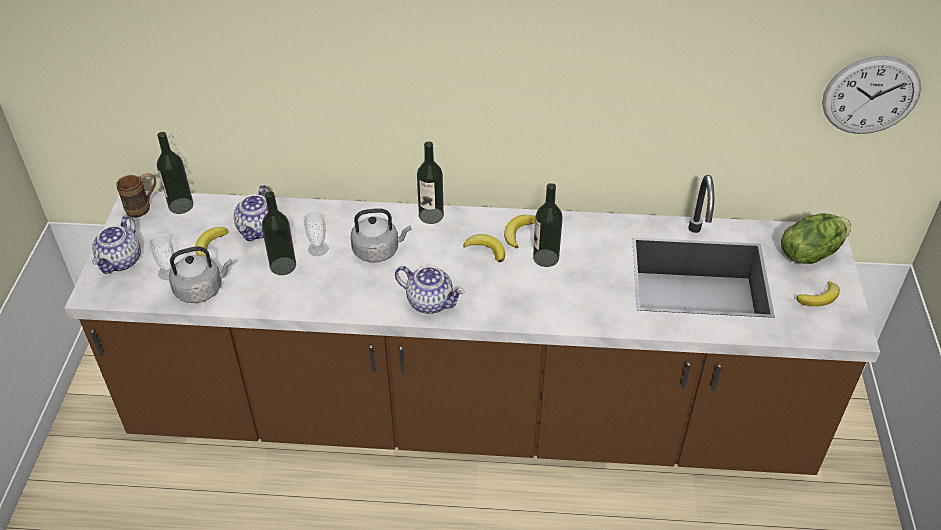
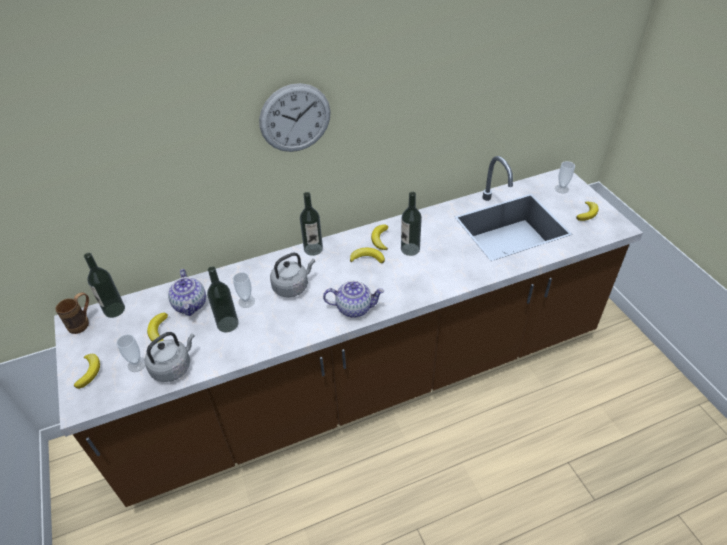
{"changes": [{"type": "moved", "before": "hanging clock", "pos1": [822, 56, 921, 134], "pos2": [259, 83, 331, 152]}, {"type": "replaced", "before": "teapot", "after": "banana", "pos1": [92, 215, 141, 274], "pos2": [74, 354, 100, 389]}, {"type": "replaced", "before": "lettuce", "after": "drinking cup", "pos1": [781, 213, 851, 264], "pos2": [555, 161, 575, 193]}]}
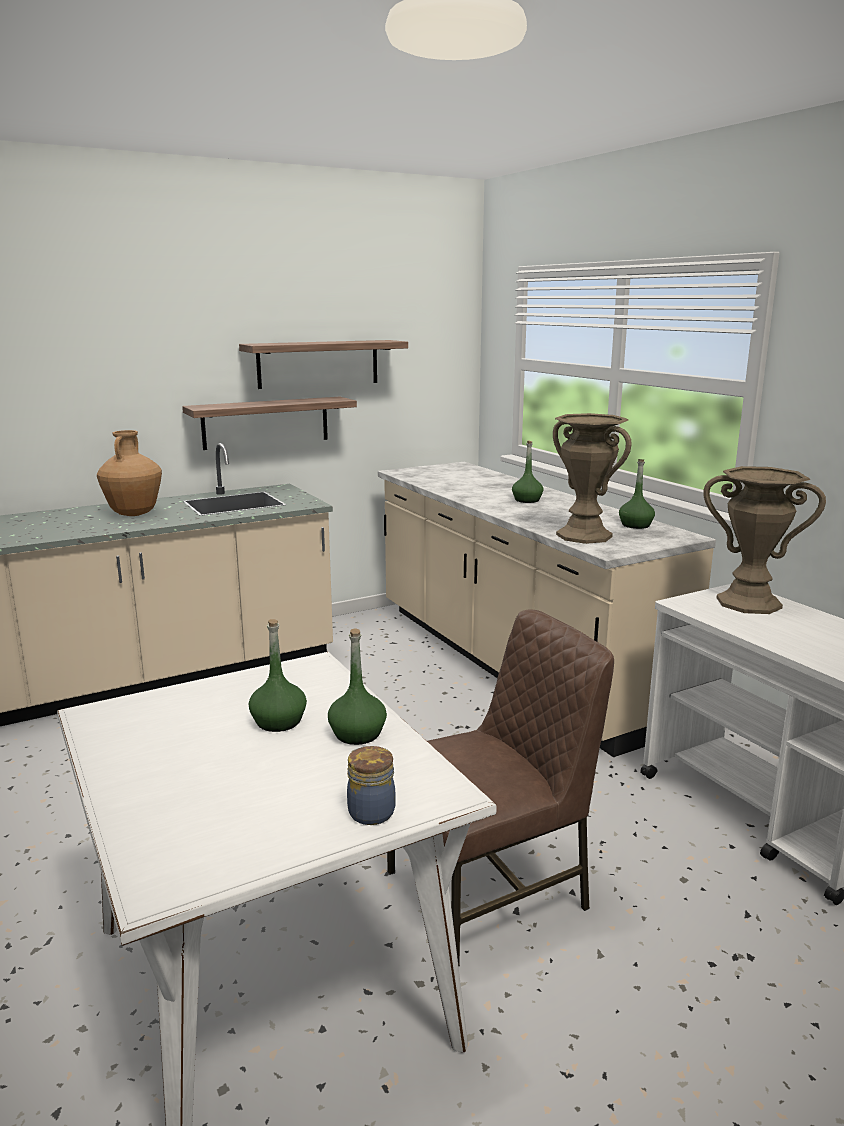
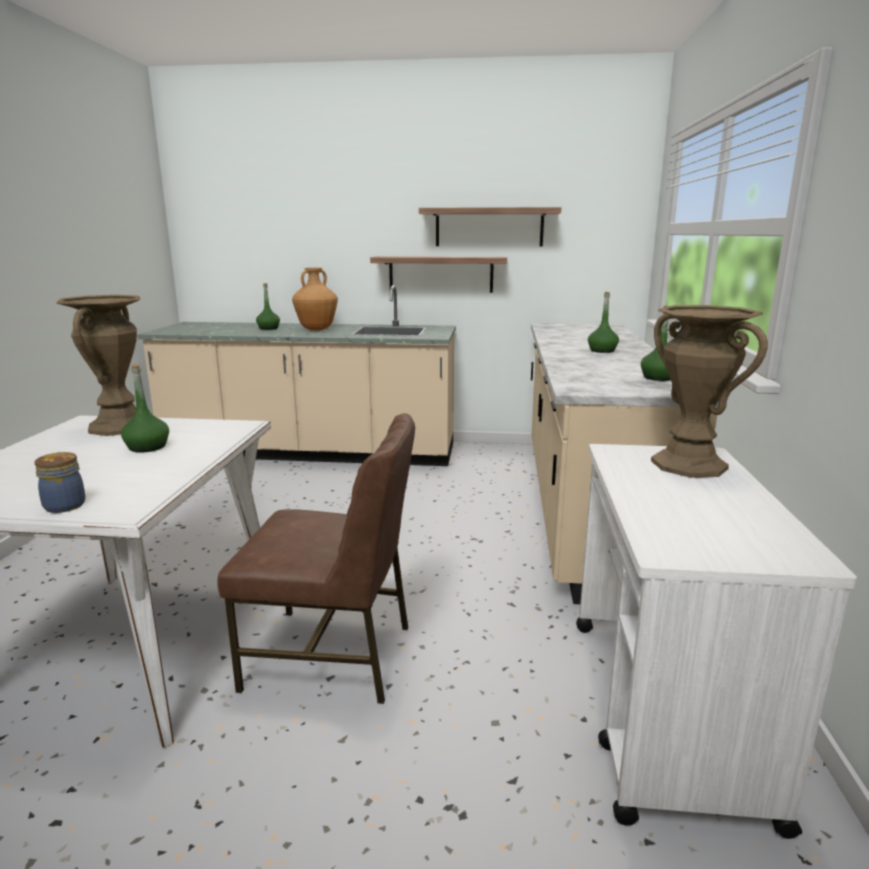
{"changes": [{"type": "moved", "before": "beverage bottle/green-coloured", "pos1": [328, 628, 387, 745], "pos2": [256, 283, 280, 330]}, {"type": "moved", "before": "flower vase/brown-coloured", "pos1": [553, 413, 632, 544], "pos2": [56, 295, 140, 436]}]}
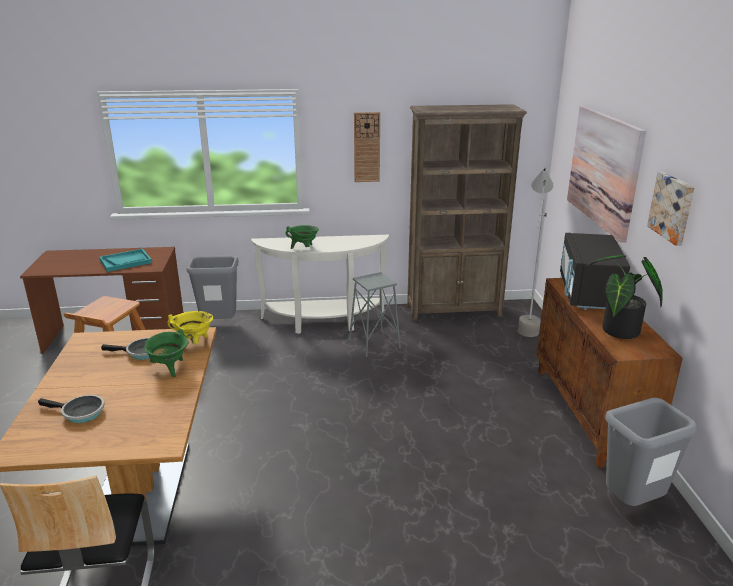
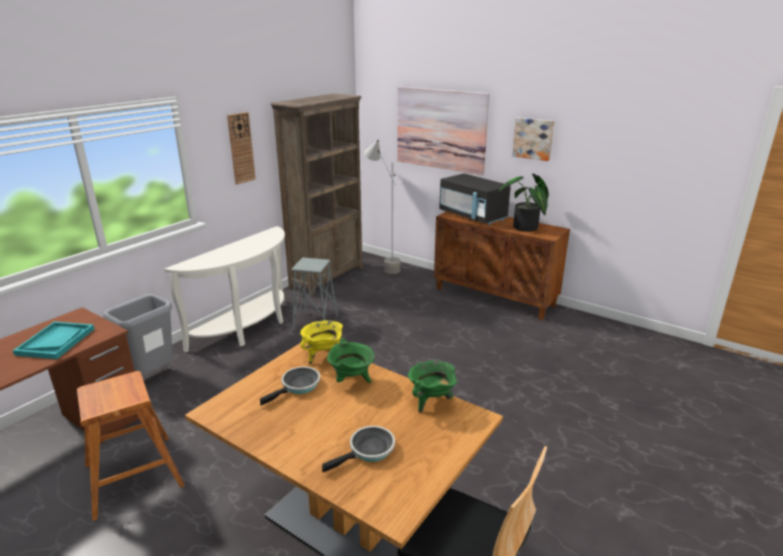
{"changes": [{"type": "removed", "before": "rubbish bin/greyish", "pos1": [605, 398, 698, 506]}, {"type": "moved", "before": "cooking pot/green-coloured", "pos1": [286, 225, 319, 249], "pos2": [408, 360, 458, 413]}]}
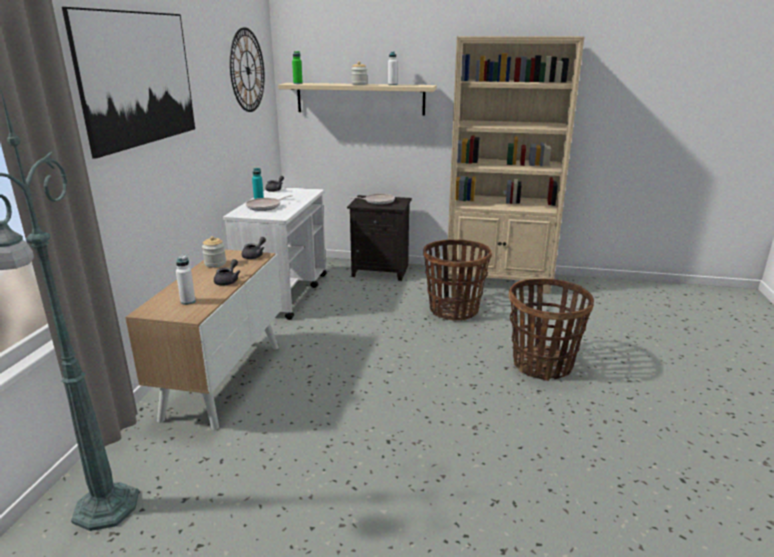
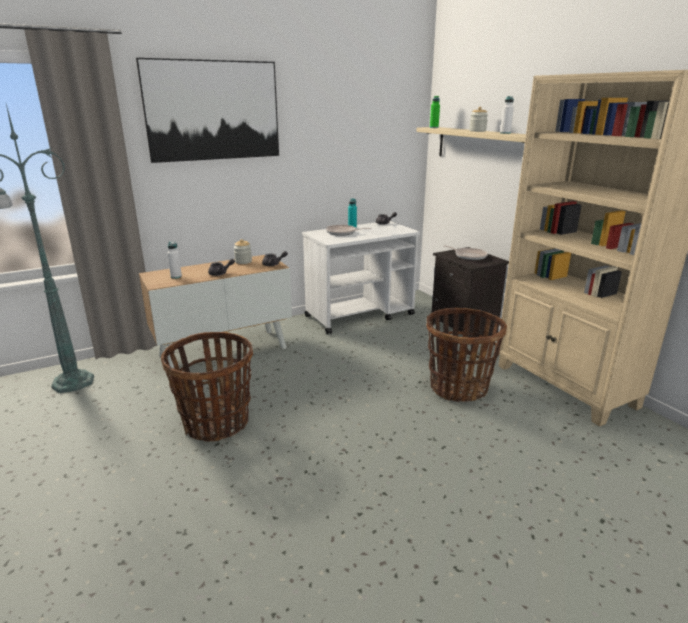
{"changes": [{"type": "removed", "before": "hanging clock", "pos1": [230, 27, 265, 112]}, {"type": "moved", "before": "storage basket", "pos1": [508, 278, 594, 381], "pos2": [161, 332, 253, 442]}]}
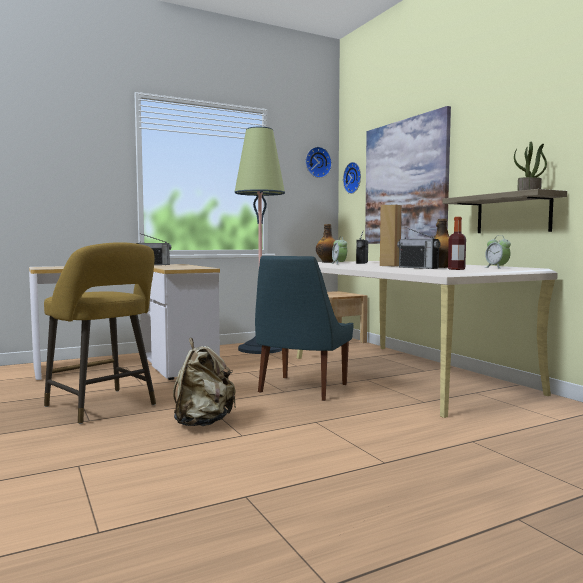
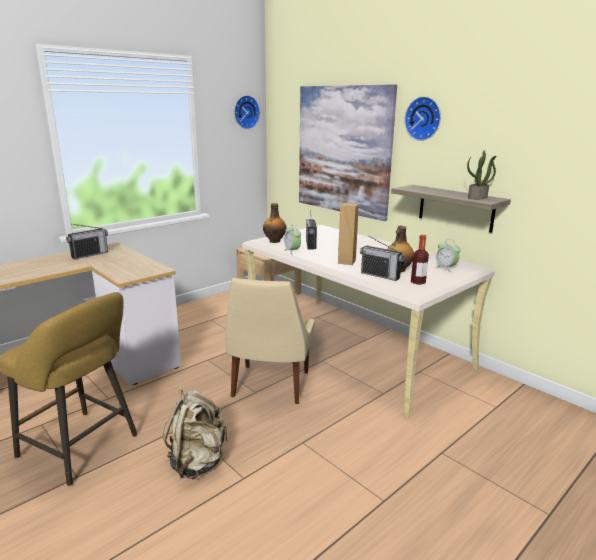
{"changes": [{"type": "removed", "before": "standard lamp", "pos1": [234, 127, 285, 354]}, {"type": "moved", "before": "hanging clock", "pos1": [343, 162, 361, 194], "pos2": [404, 96, 441, 141]}, {"type": "recoloured", "before": "chair/blue-coloured", "after": "chair/beige", "pos1": [255, 256, 354, 401], "pos2": [225, 278, 315, 404]}]}
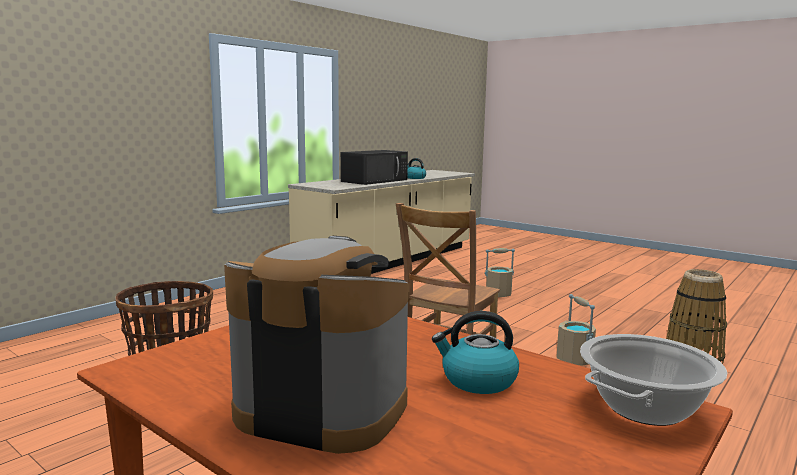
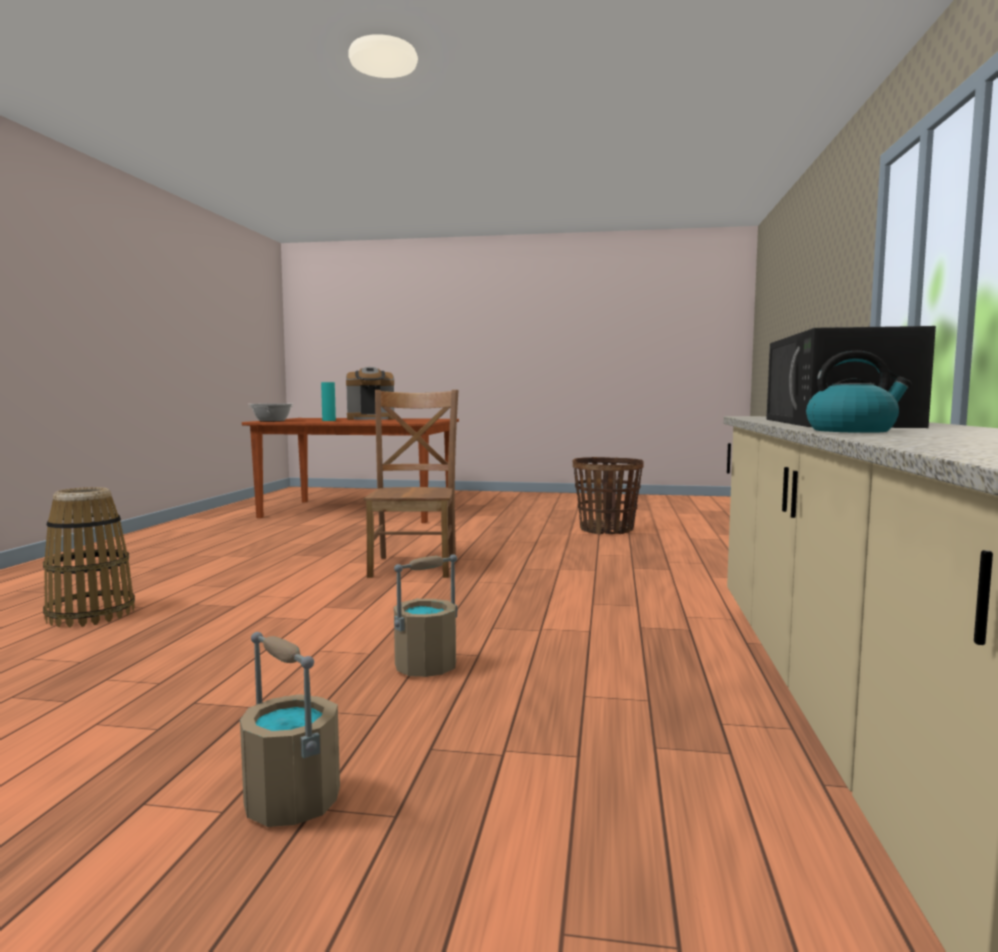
{"changes": [{"type": "moved", "before": "bucket/beige", "pos1": [556, 294, 596, 366], "pos2": [240, 632, 340, 827]}, {"type": "replaced", "before": "kettle", "after": "flower vase/blue-green", "pos1": [432, 311, 519, 394], "pos2": [321, 382, 336, 421]}]}
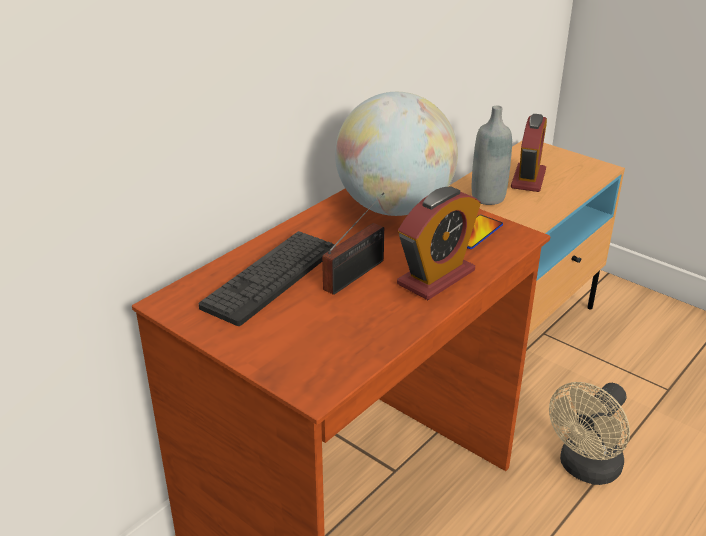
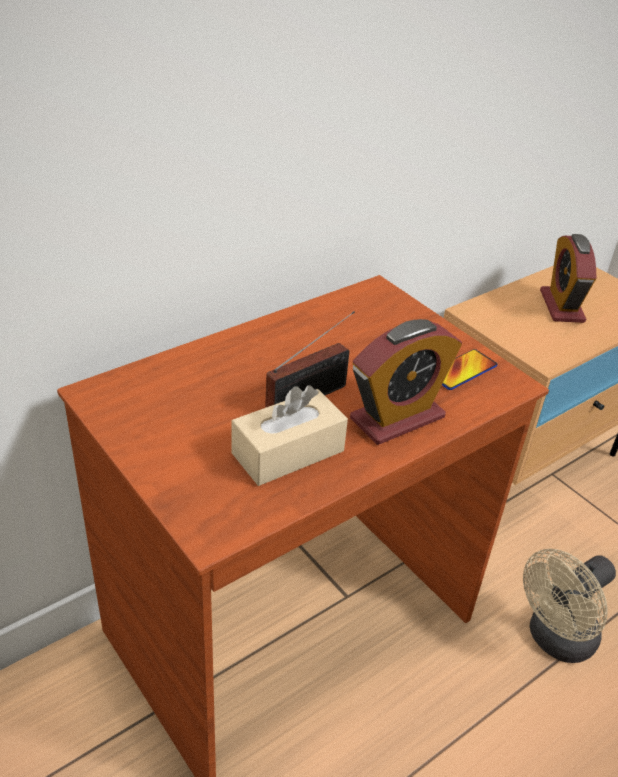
{"changes": [{"type": "removed", "before": "computer keyboard", "pos1": [199, 231, 336, 326]}, {"type": "removed", "before": "world globe", "pos1": [335, 92, 458, 216]}, {"type": "removed", "before": "beverage bottle/greyish", "pos1": [472, 106, 512, 205]}, {"type": "added", "after": "tissue holder/beige", "pos2": [232, 385, 348, 486]}, {"type": "turned", "before": "bedside clock", "pos1": [511, 114, 547, 192], "pos2": [540, 234, 596, 323], "turn": 150}]}
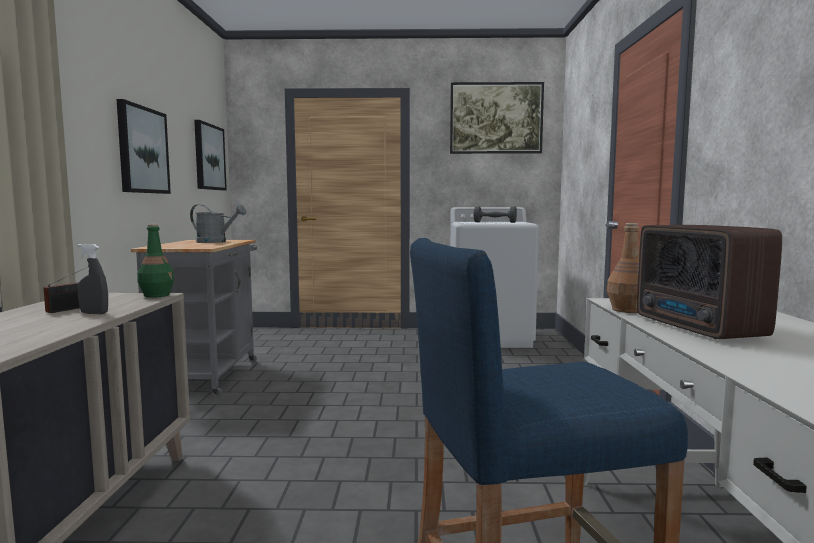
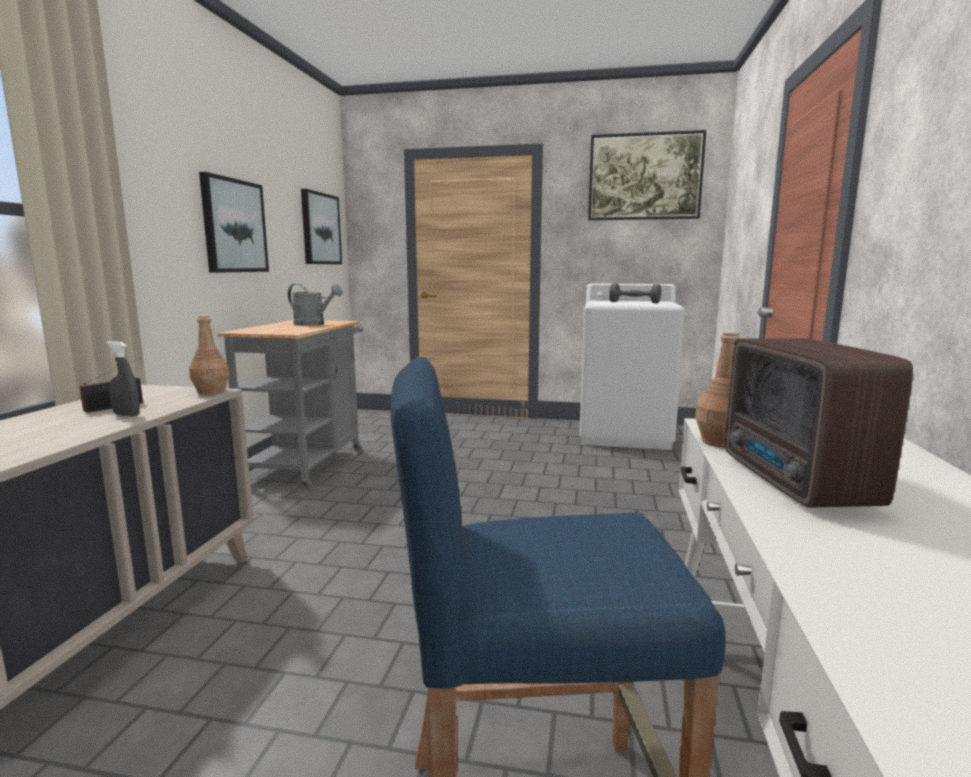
{"changes": [{"type": "recoloured", "before": "beverage bottle/green-coloured", "after": "beverage bottle/brown-coloured", "pos1": [137, 224, 174, 298], "pos2": [189, 315, 230, 395]}]}
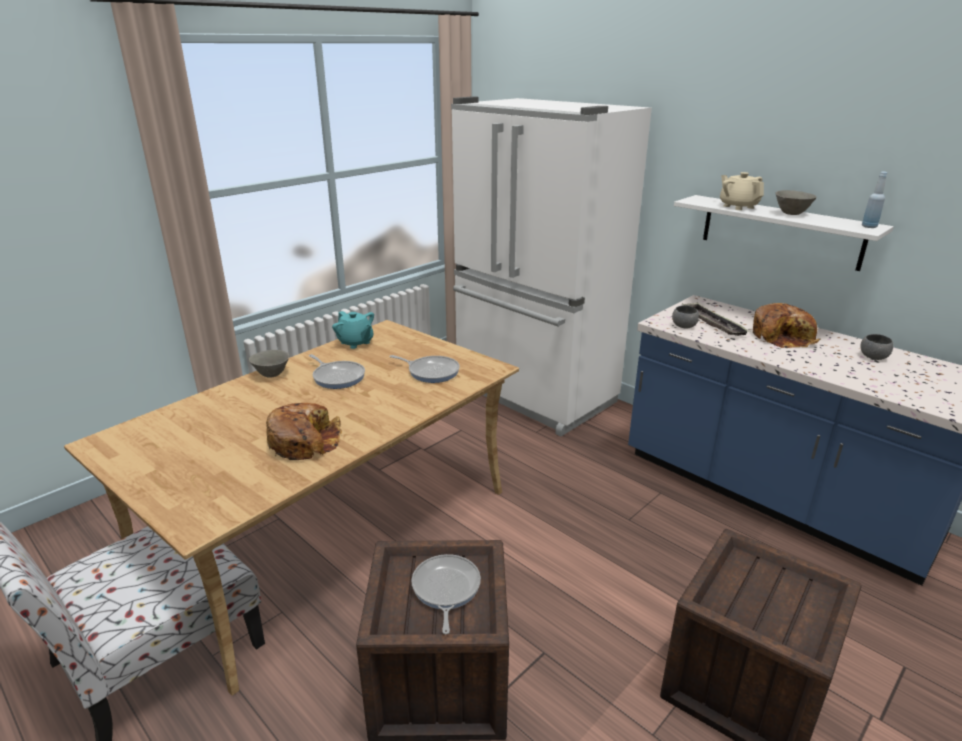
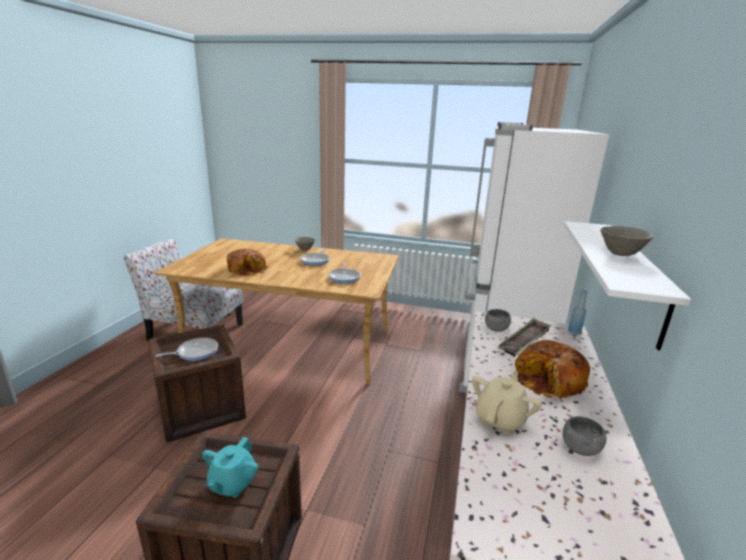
{"changes": [{"type": "moved", "before": "teapot/blue-green", "pos1": [332, 311, 374, 349], "pos2": [202, 437, 258, 498]}, {"type": "moved", "before": "teapot/beige", "pos1": [720, 172, 764, 210], "pos2": [472, 371, 542, 434]}, {"type": "moved", "before": "beverage bottle/blue-coloured", "pos1": [862, 172, 888, 228], "pos2": [568, 290, 587, 335]}]}
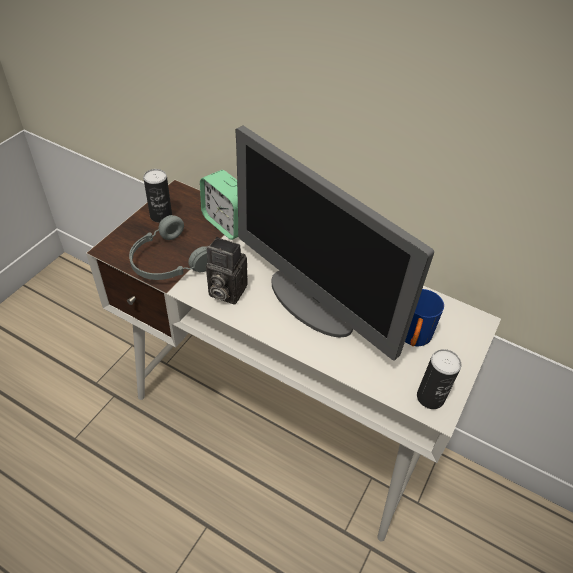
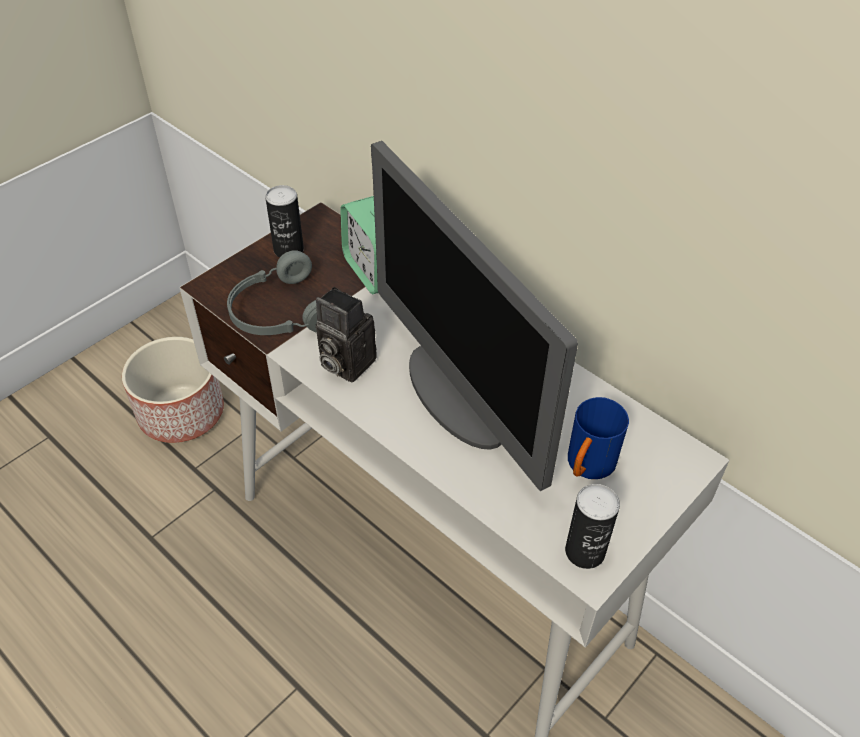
{"changes": [{"type": "added", "after": "flower pot", "pos2": [122, 337, 224, 443]}]}
